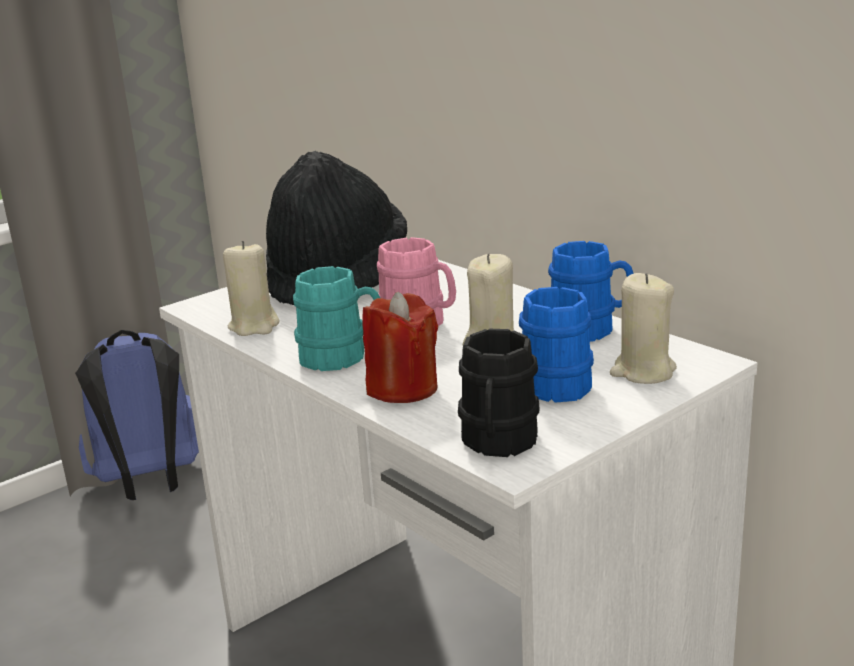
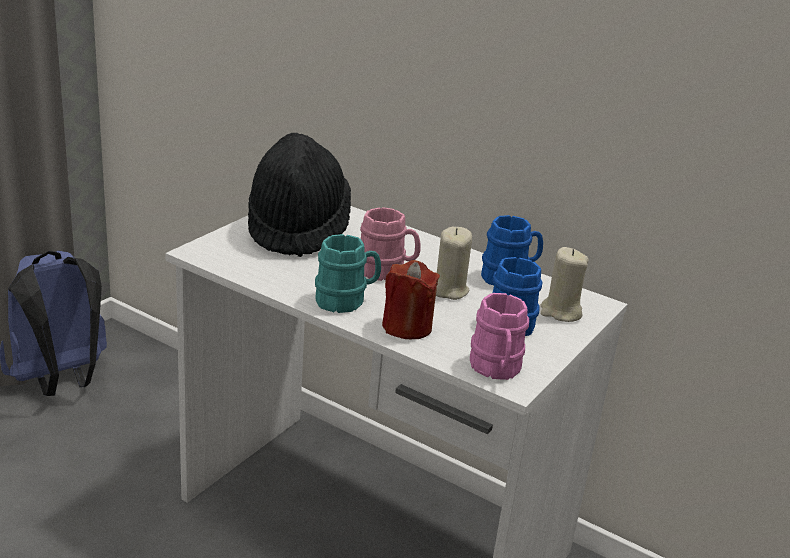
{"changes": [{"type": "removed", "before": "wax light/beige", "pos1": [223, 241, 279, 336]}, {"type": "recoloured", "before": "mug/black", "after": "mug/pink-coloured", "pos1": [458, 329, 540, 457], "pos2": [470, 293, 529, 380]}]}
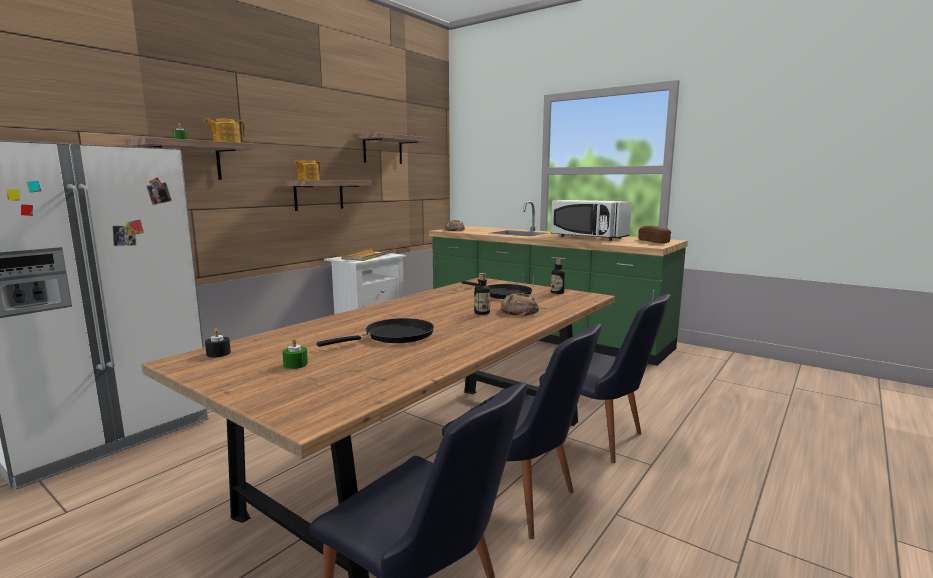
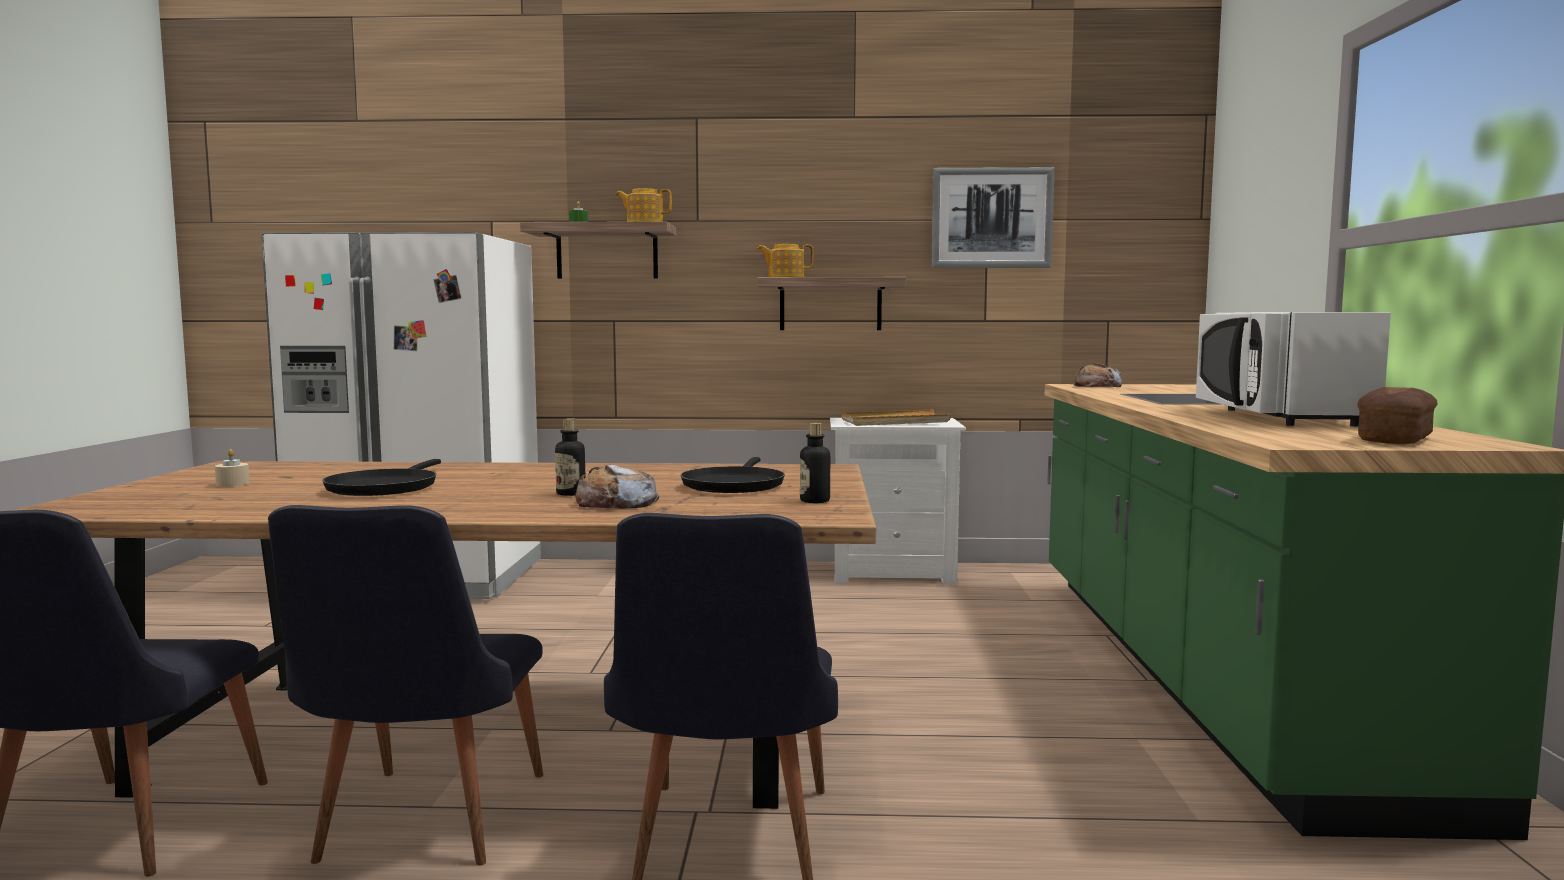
{"changes": [{"type": "removed", "before": "wax light/black", "pos1": [205, 329, 231, 358]}, {"type": "replaced", "before": "shelf", "after": "wall picture", "pos1": [355, 132, 429, 164], "pos2": [931, 167, 1055, 268]}, {"type": "recoloured", "before": "wax light/green-coloured", "after": "wax light/beige", "pos1": [282, 338, 308, 369], "pos2": [215, 449, 250, 487]}, {"type": "turned", "before": "pan/black", "pos1": [317, 318, 434, 347], "pos2": [322, 459, 441, 496], "turn": 75}]}
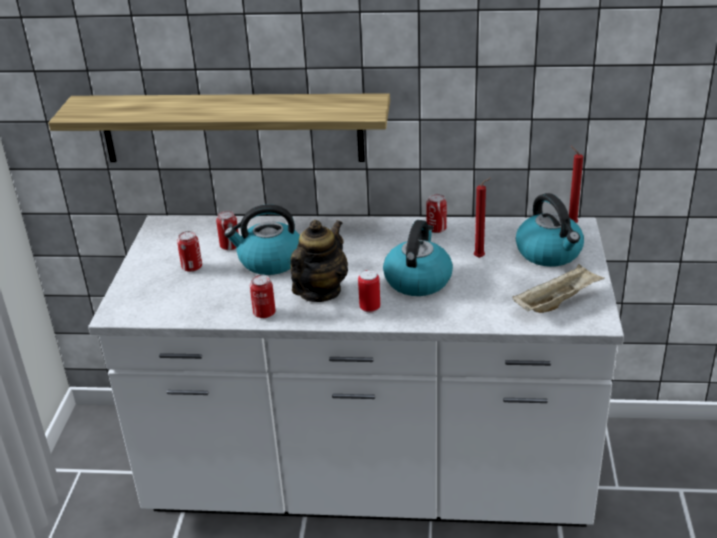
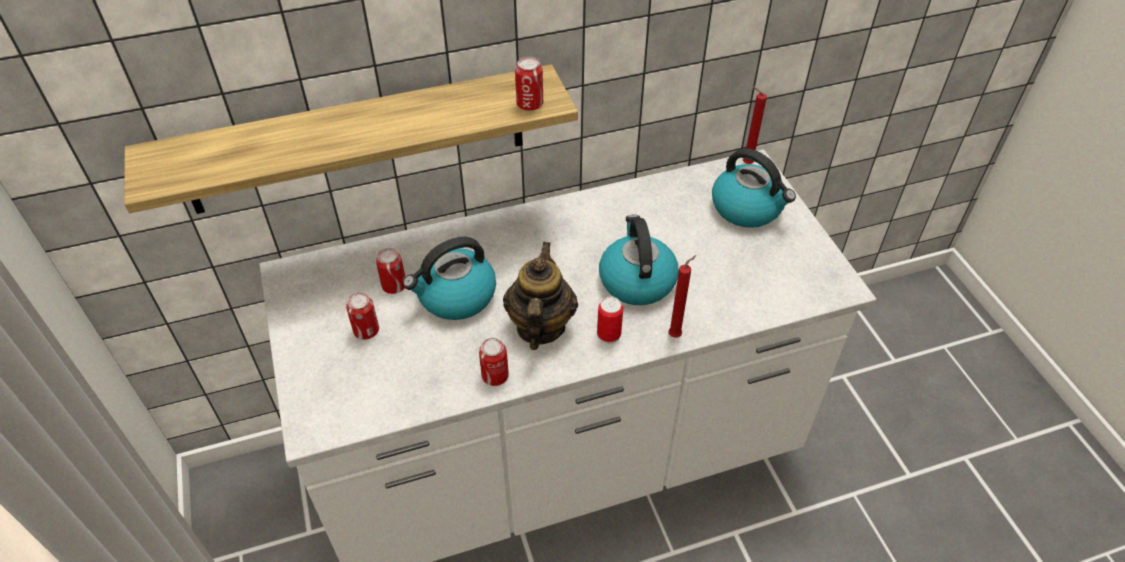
{"changes": [{"type": "removed", "before": "serving tray/beige", "pos1": [512, 264, 605, 313]}, {"type": "moved", "before": "can", "pos1": [426, 194, 447, 233], "pos2": [515, 57, 543, 111]}, {"type": "moved", "before": "wax light/red-coloured", "pos1": [474, 178, 491, 258], "pos2": [668, 255, 696, 338]}]}
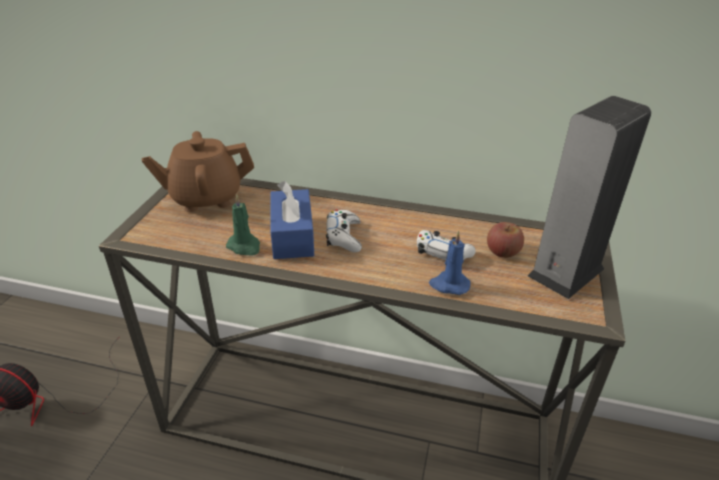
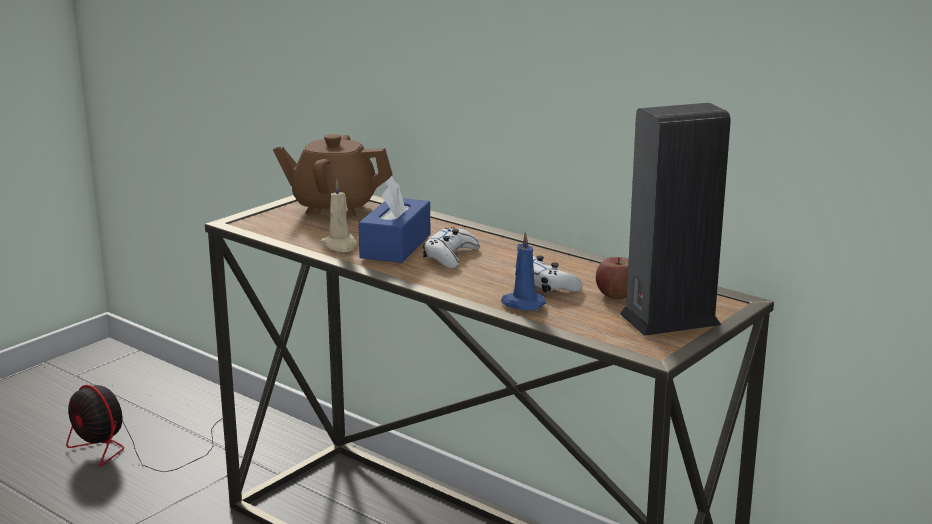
{"changes": [{"type": "recoloured", "before": "wax light/green-coloured", "after": "wax light/beige", "pos1": [226, 194, 260, 255], "pos2": [320, 180, 357, 252]}]}
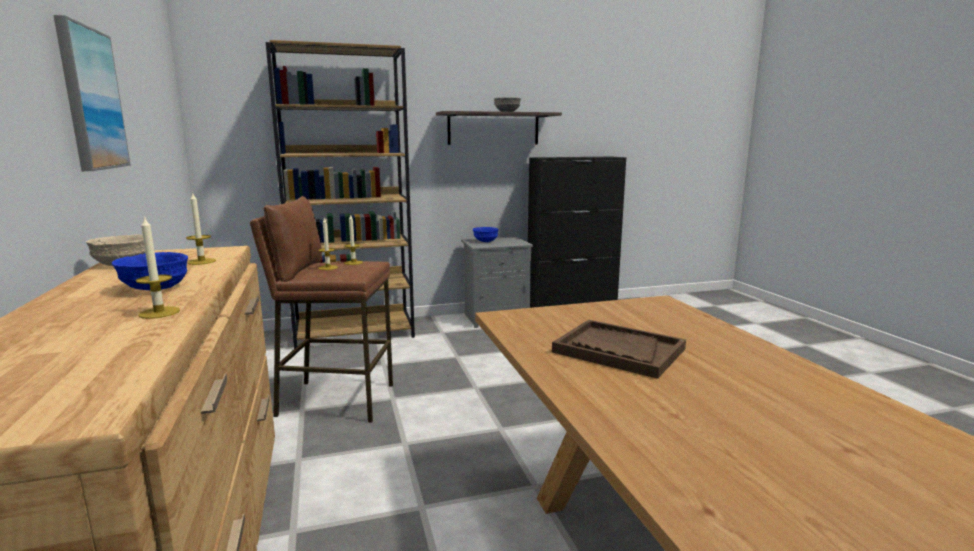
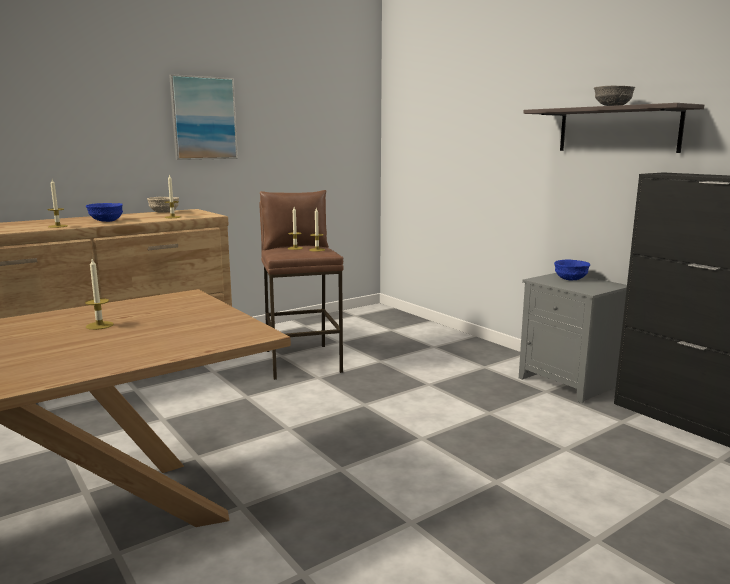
{"changes": [{"type": "removed", "before": "bookcase/brown-coloured", "pos1": [266, 40, 415, 349]}, {"type": "replaced", "before": "serving tray/brown-coloured", "after": "wax light", "pos1": [552, 320, 686, 379], "pos2": [85, 259, 114, 330]}]}
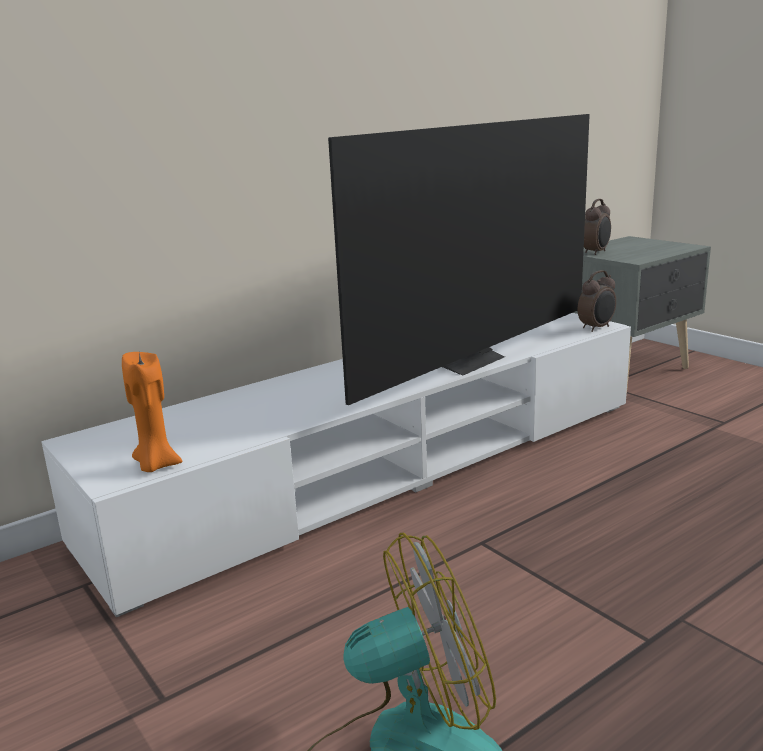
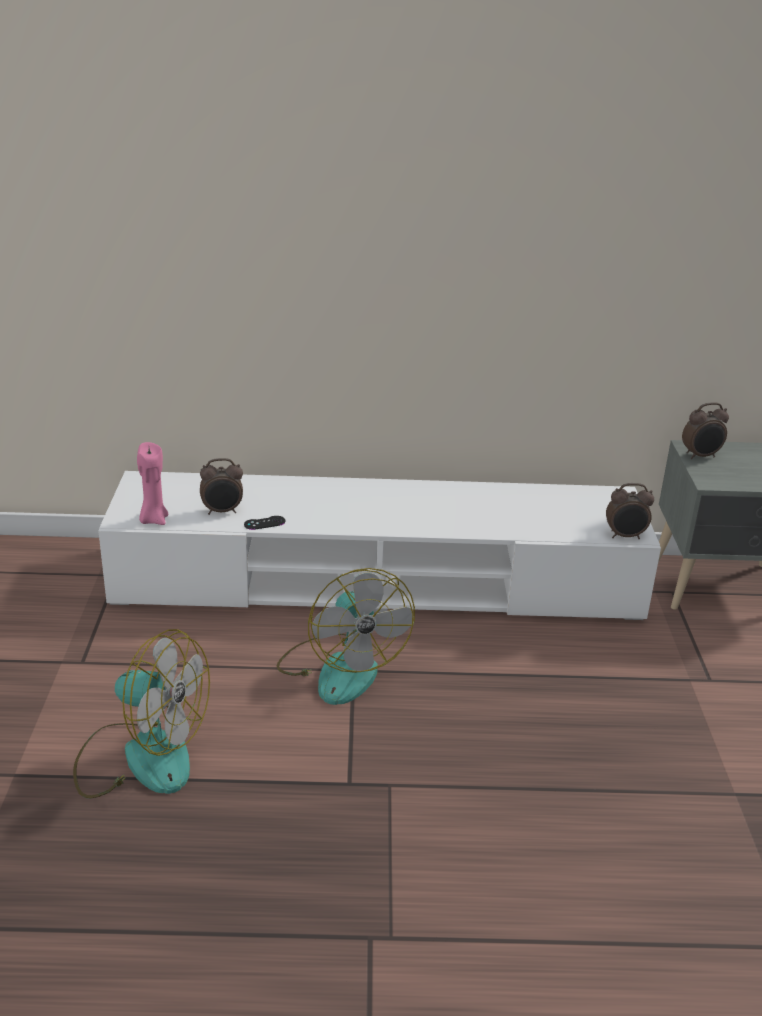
{"changes": [{"type": "removed", "before": "TV", "pos1": [328, 114, 590, 405]}, {"type": "added", "after": "bedside clock", "pos2": [200, 458, 243, 515]}, {"type": "added", "after": "gamepad/black", "pos2": [244, 516, 285, 530]}, {"type": "added", "after": "cooling fan", "pos2": [277, 568, 415, 705]}, {"type": "recoloured", "before": "wax light/orange-coloured", "after": "wax light/pink-coloured", "pos1": [122, 352, 182, 472], "pos2": [137, 442, 168, 525]}]}
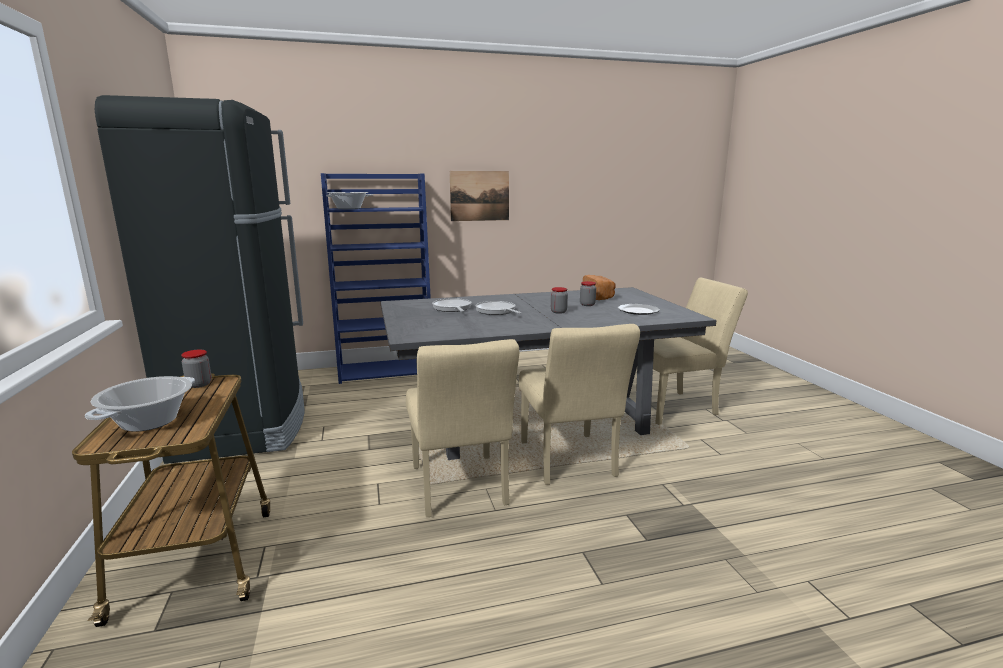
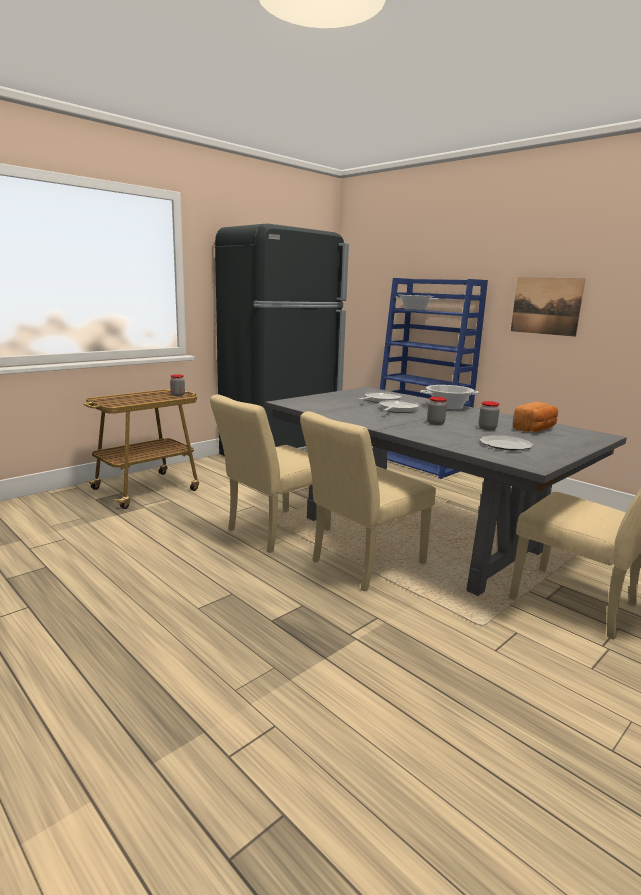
{"changes": [{"type": "moved", "before": "cooking pot", "pos1": [85, 376, 195, 432], "pos2": [420, 385, 479, 410]}]}
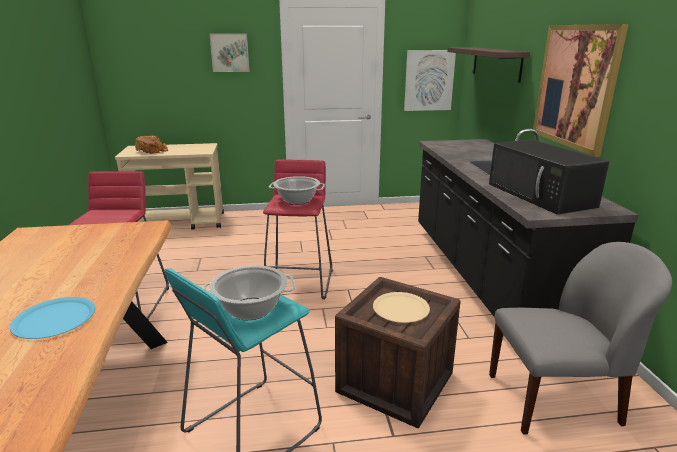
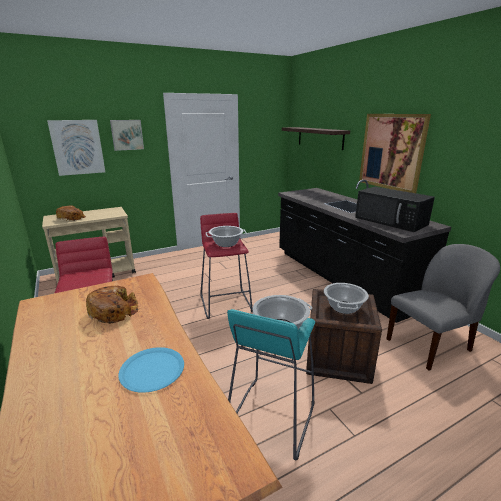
{"changes": [{"type": "added", "after": "bread", "pos2": [86, 286, 139, 324]}, {"type": "moved", "before": "wall picture", "pos1": [404, 50, 456, 111], "pos2": [47, 120, 105, 176]}, {"type": "replaced", "before": "flat dish/beige", "after": "cooking pot", "pos1": [373, 292, 430, 323], "pos2": [324, 283, 369, 314]}]}
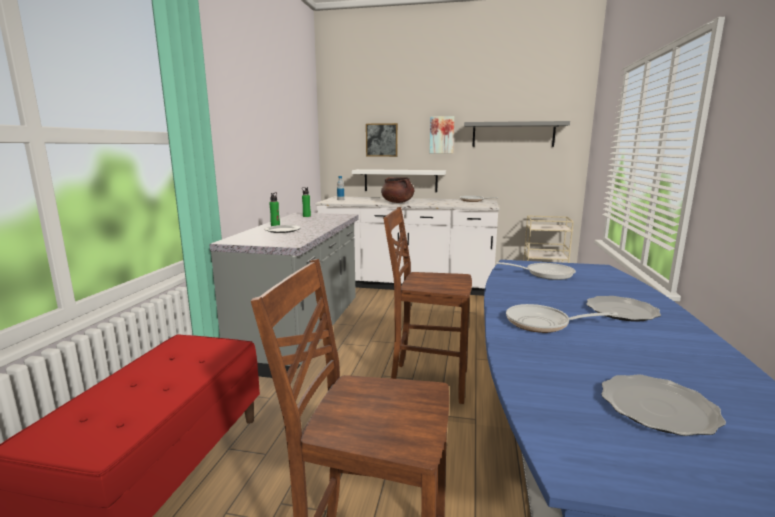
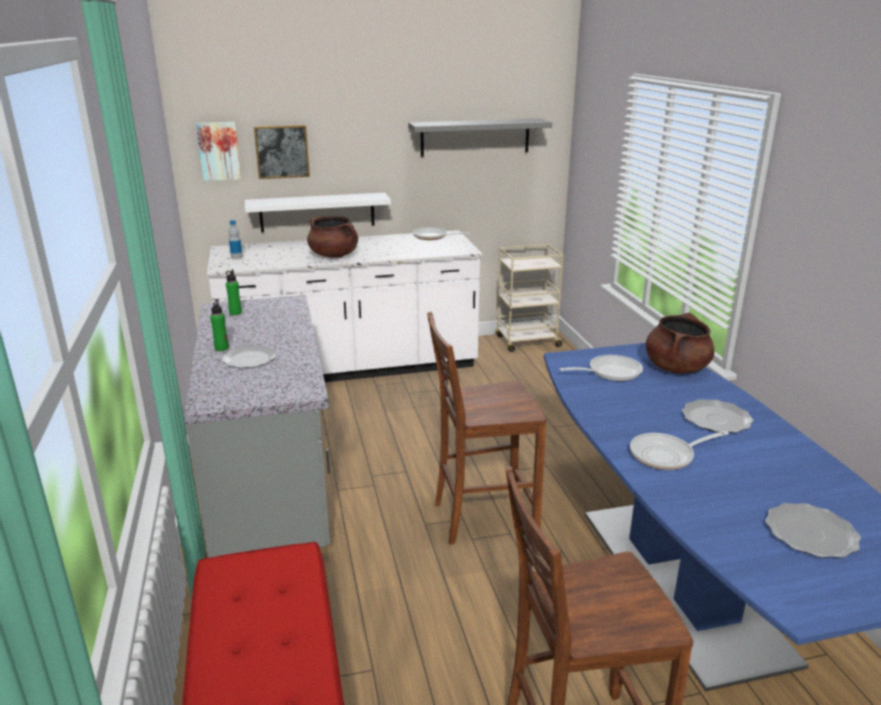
{"changes": [{"type": "added", "after": "cooking pot/brown-coloured", "pos2": [646, 313, 714, 373]}, {"type": "moved", "before": "wall picture", "pos1": [430, 116, 455, 153], "pos2": [196, 122, 241, 181]}]}
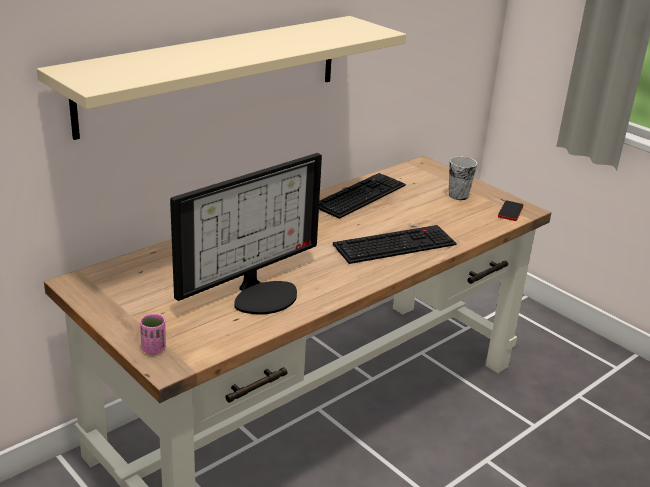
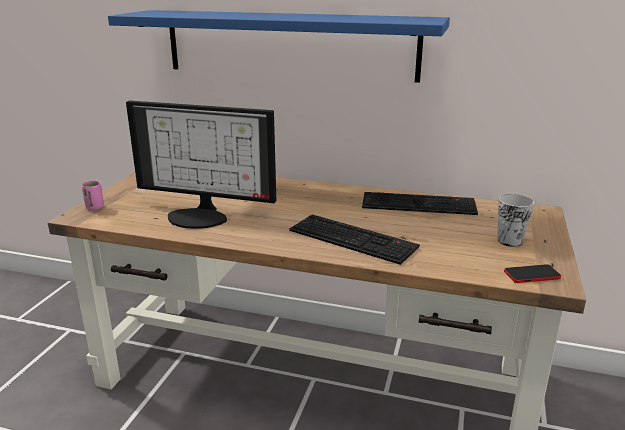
{"changes": [{"type": "recoloured", "before": "shelf/beige", "after": "shelf/blue-coloured", "pos1": [37, 16, 406, 140], "pos2": [108, 10, 450, 83]}]}
